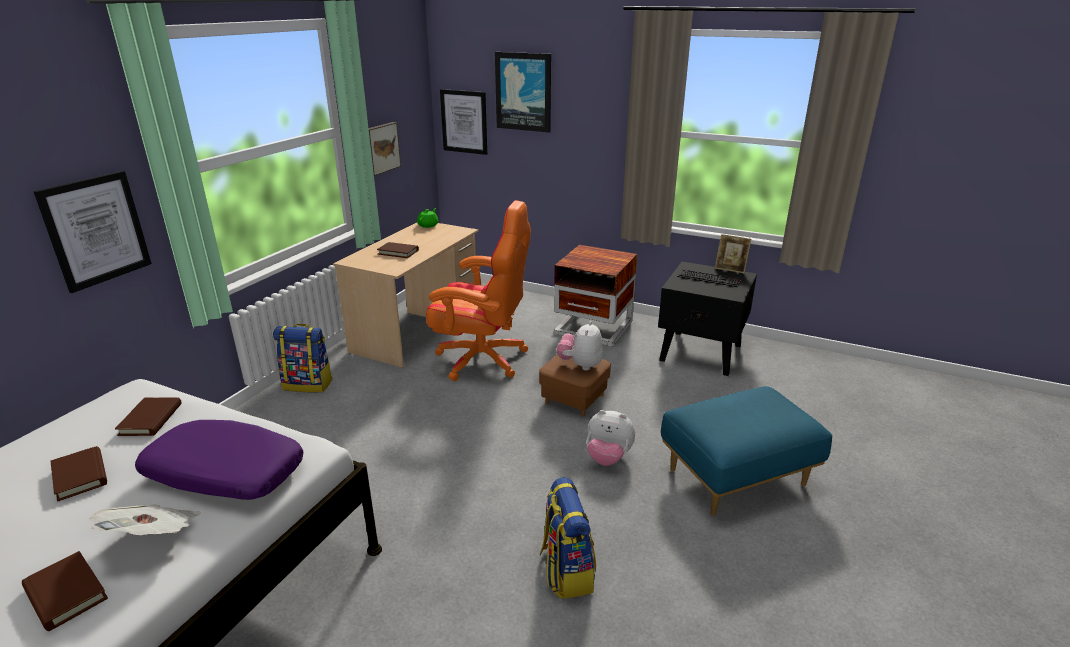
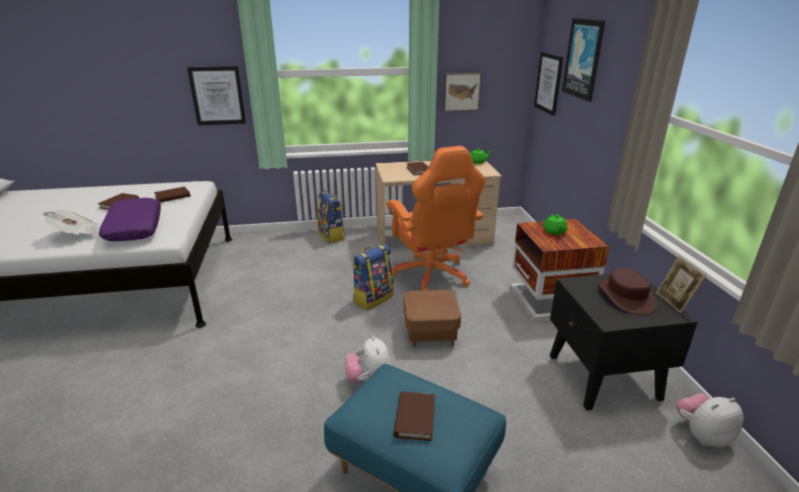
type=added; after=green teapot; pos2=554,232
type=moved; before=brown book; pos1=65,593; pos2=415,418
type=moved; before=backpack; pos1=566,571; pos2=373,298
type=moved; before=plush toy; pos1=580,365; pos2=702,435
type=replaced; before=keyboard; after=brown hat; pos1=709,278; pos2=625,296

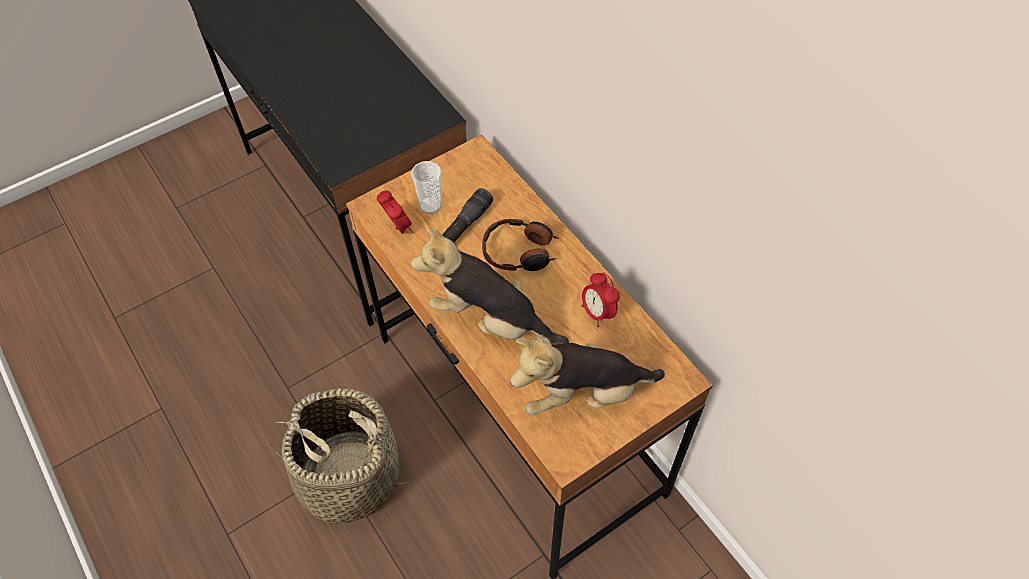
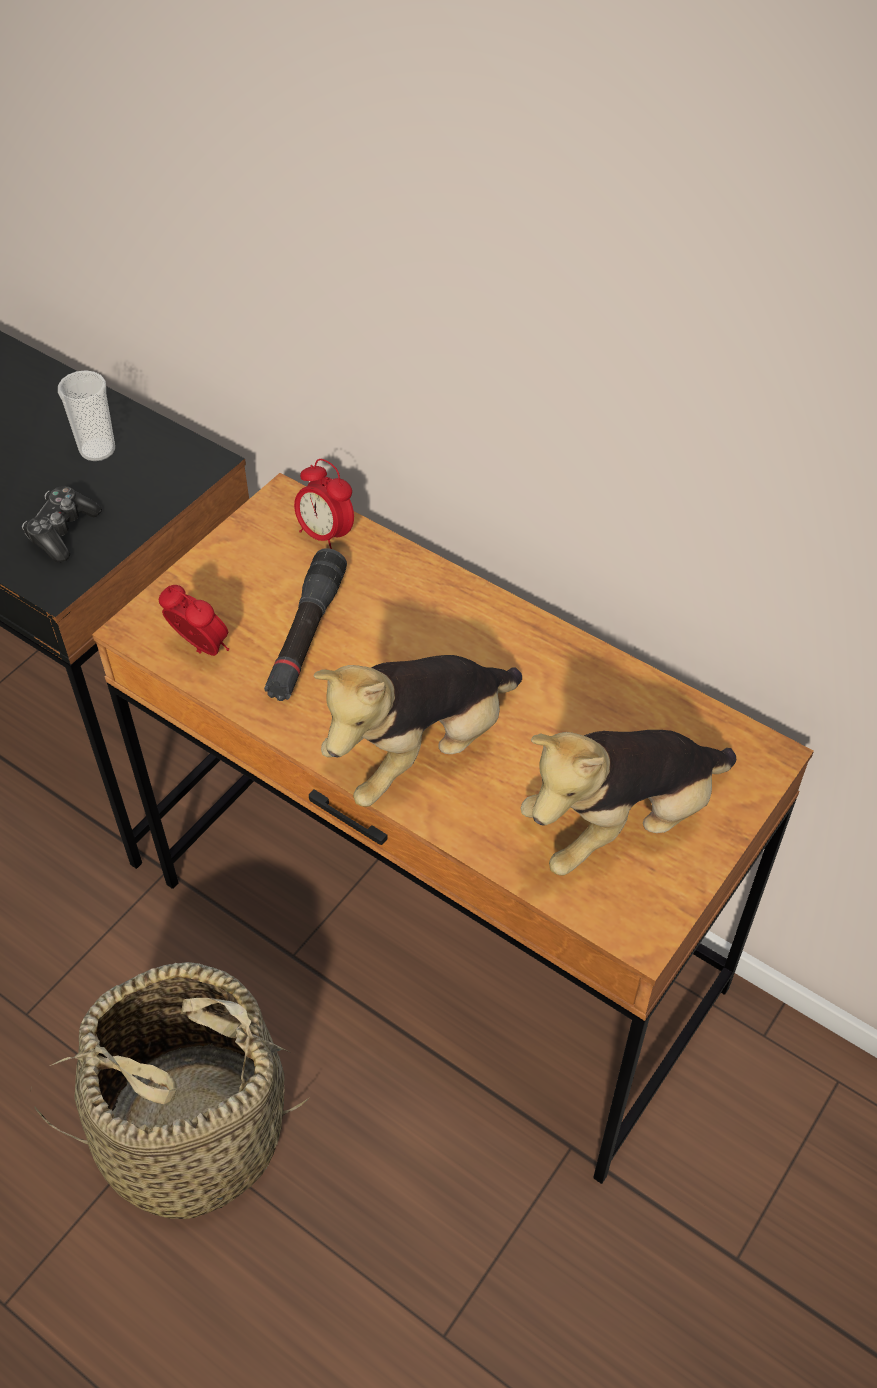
type=removed; before=headphones; pos1=520,252
type=added; after=game controller; pos2=62,532
type=moved; before=cup; pos1=430,205; pos2=97,450
type=moved; before=alarm clock; pos1=597,312; pos2=325,535
type=turned; before=plush toy; pos1=490,319; pos2=420,751; turn=-45

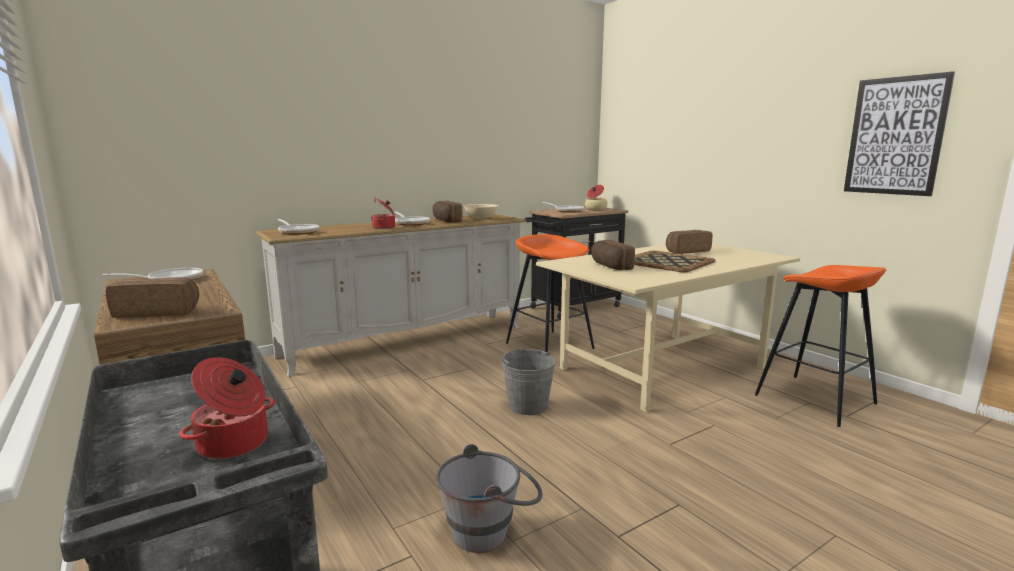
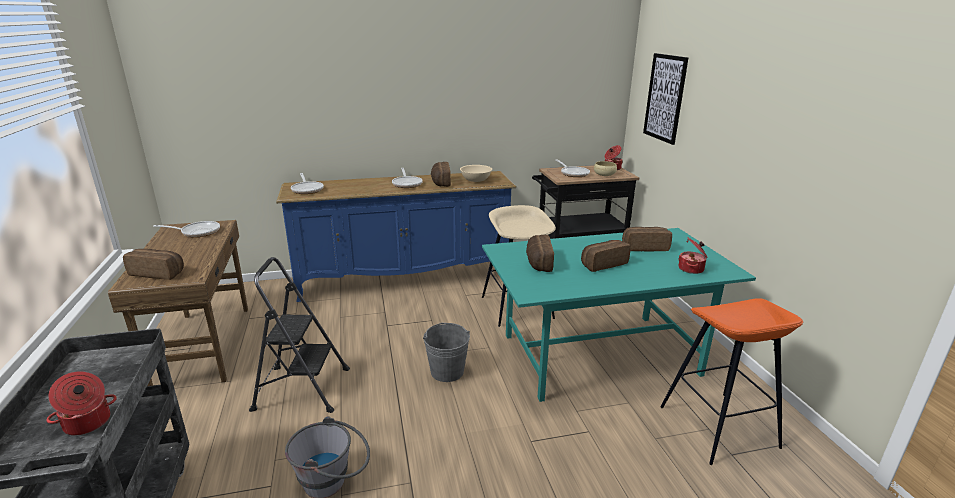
type=added; after=black step ladder; pos2=299,388
type=moved; before=cooking pot; pos1=384,227; pos2=691,269
type=moved; before=picture; pos1=895,136; pos2=665,98
type=replaced; before=tray; after=bread; pos1=668,262; pos2=602,264
type=recoloured; before=grey cabinet; after=blue cabinet; pos1=407,341; pos2=404,280
type=recoloured; before=orange stool; after=beige stool; pos1=549,345; pos2=517,307
type=recoloured; before=beige dining table; after=turquoise dining table; pos1=662,368; pos2=598,355

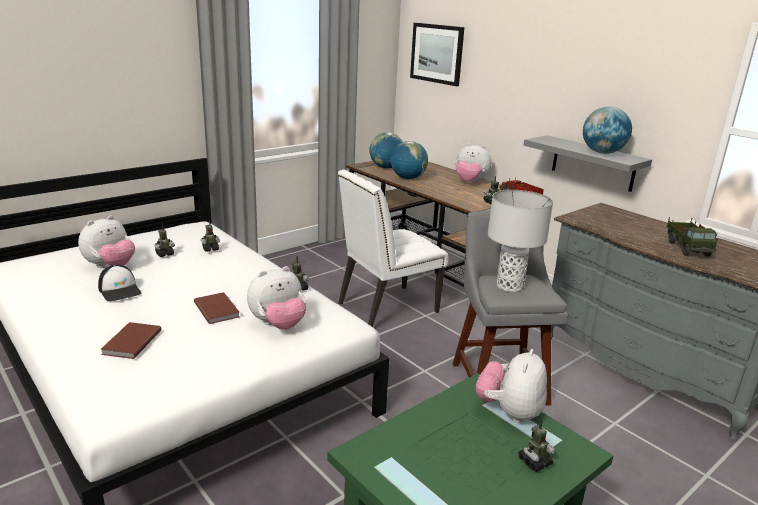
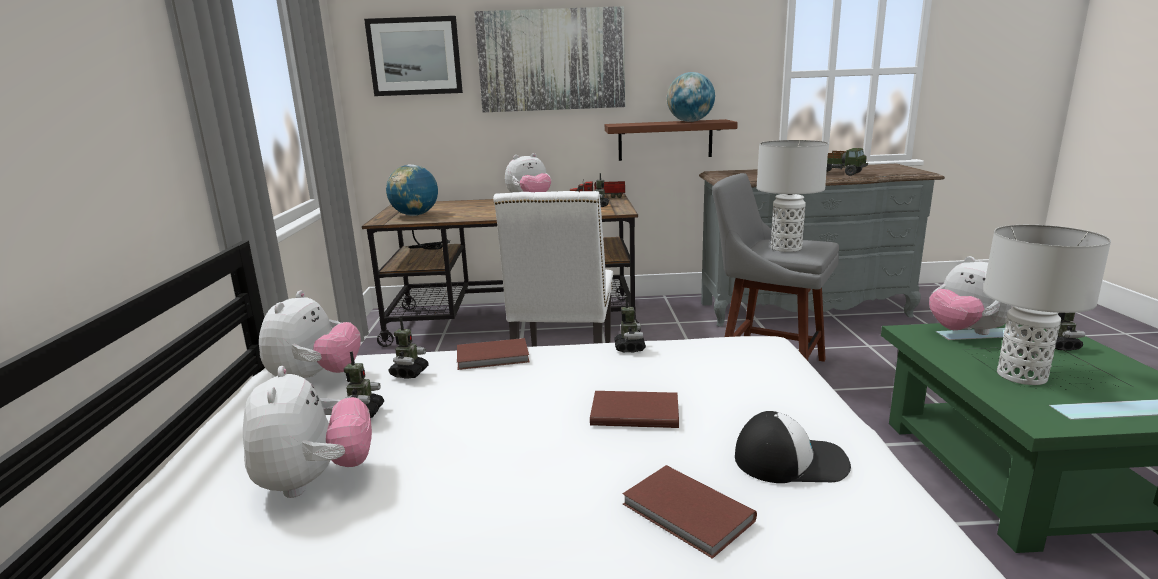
type=removed; before=globe; pos1=408,178
type=added; after=brown book; pos2=493,357
type=added; after=picture; pos2=551,60
type=added; after=white table lamp; pos2=1021,376
type=moved; before=cap; pos1=120,290; pos2=790,460
type=moved; before=plush toy; pos1=278,325; pos2=316,379
type=recoloured; before=grey shelf; after=brown shelf; pos1=593,163; pos2=665,140

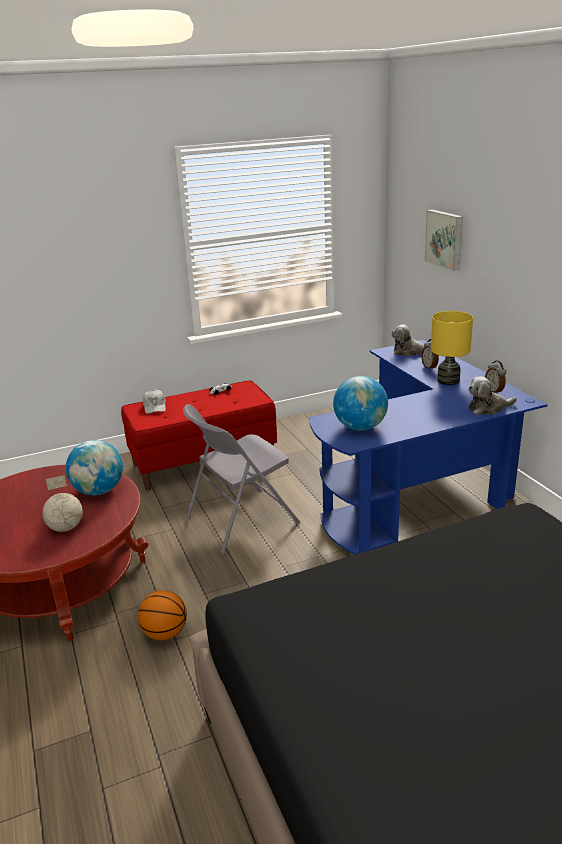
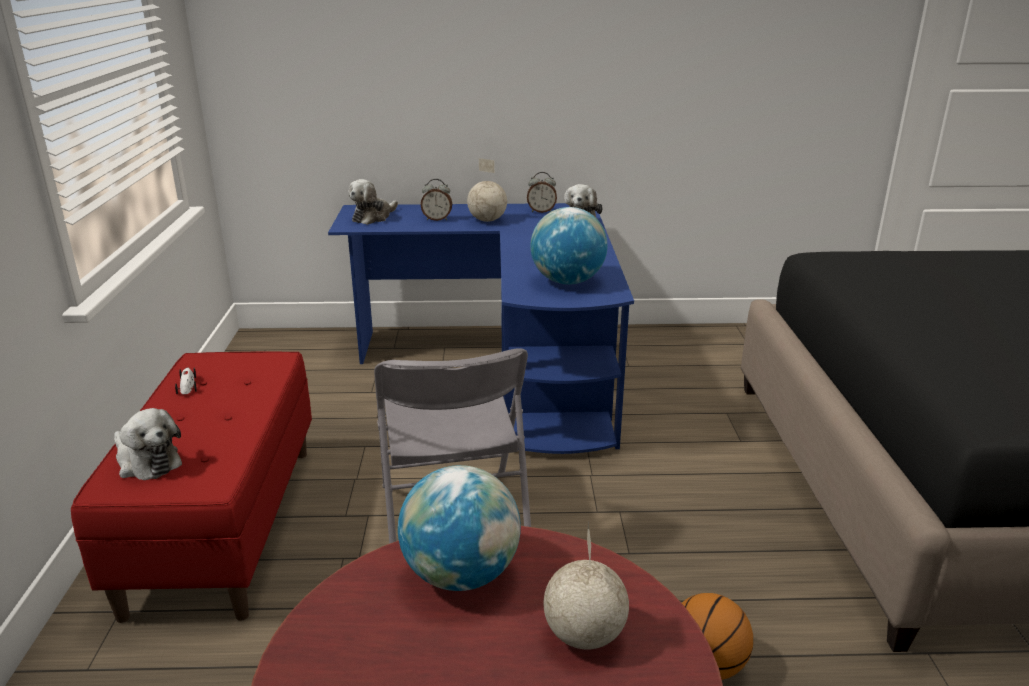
type=removed; before=picture; pos1=445,239
type=replaced; before=white cap; after=plush toy; pos1=155,407; pos2=147,462
type=replaced; before=yellow table lamp; after=globe; pos1=448,380; pos2=487,220

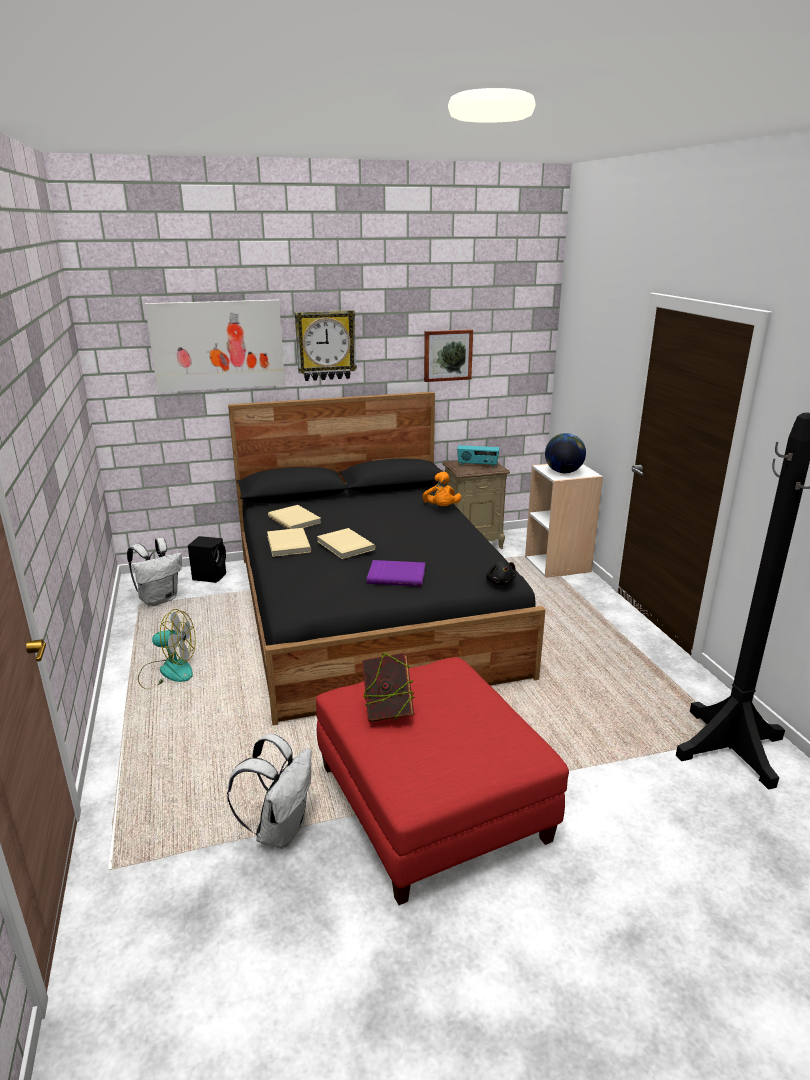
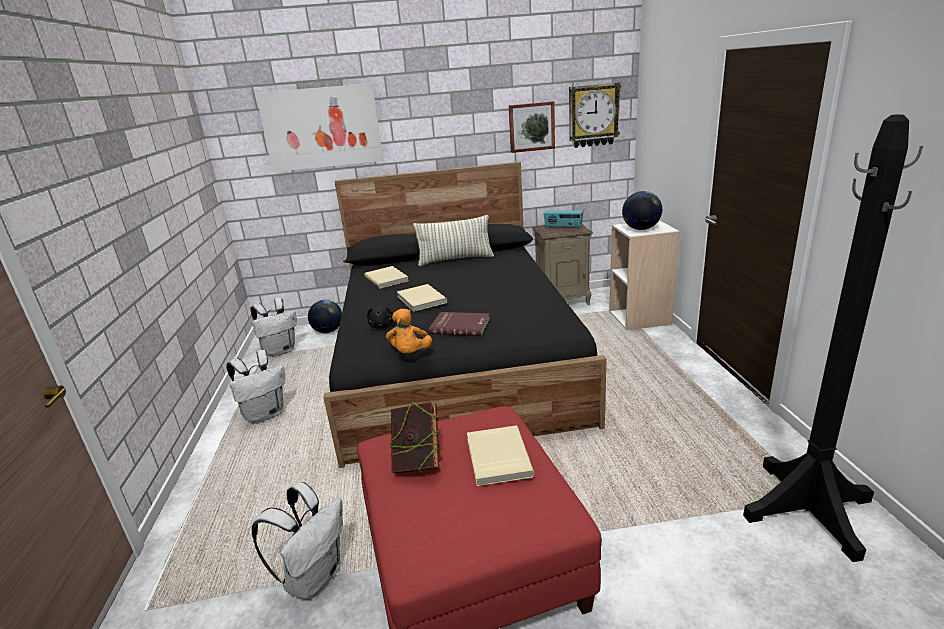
type=added; after=pillow; pos2=455,260
type=moved; before=beige book; pos1=287,544; pos2=497,457
type=moved; before=wall clock; pos1=325,345; pos2=593,115
type=moved; before=orange plush toy; pos1=441,508; pos2=410,353
type=moved; before=black plush toy; pos1=500,582; pos2=382,326
type=replaced; before=fan; after=white backpack; pos1=168,671; pos2=265,414
type=replaced; before=black speaker; after=globe; pos1=210,576; pos2=328,331
type=recoloured; before=purple book; after=red book; pos1=396,575; pos2=460,326

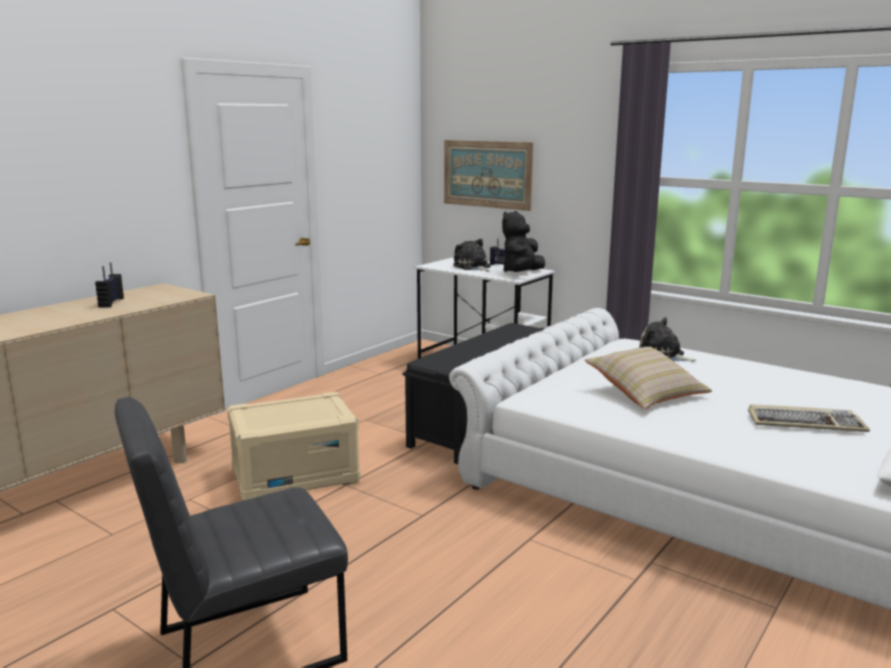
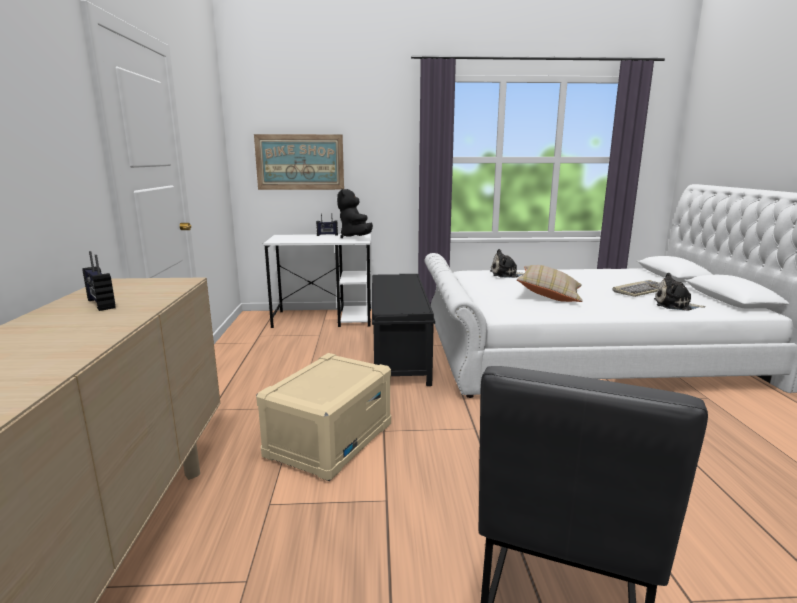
type=moved; before=plush toy; pos1=472,267; pos2=675,305

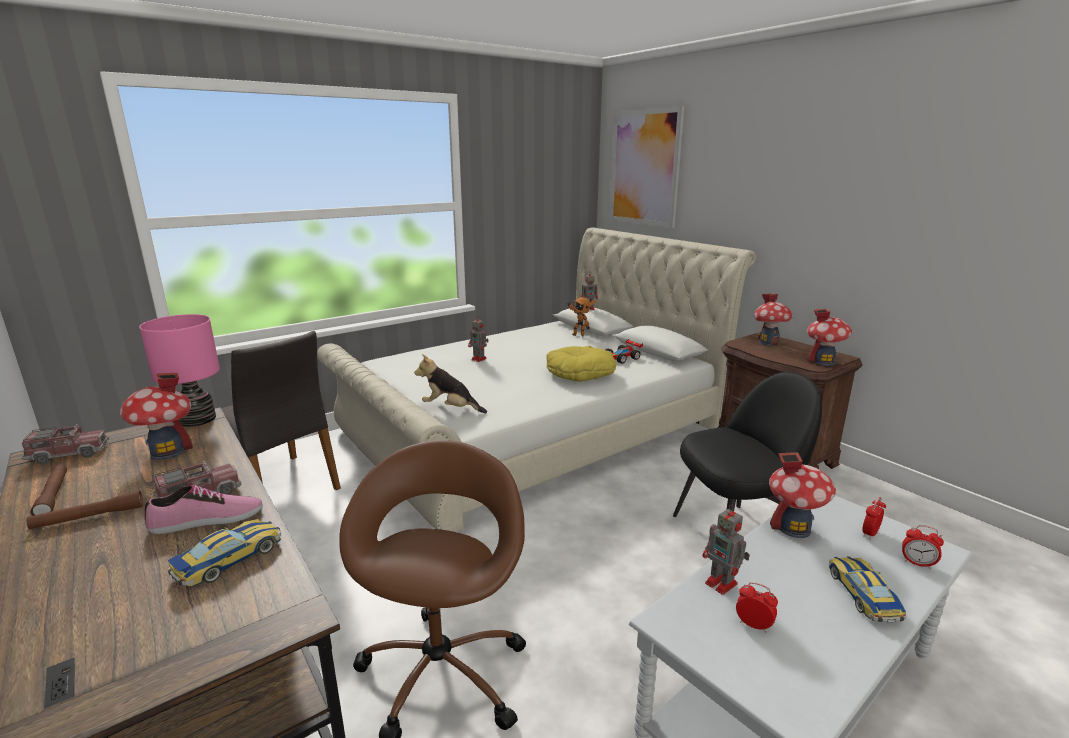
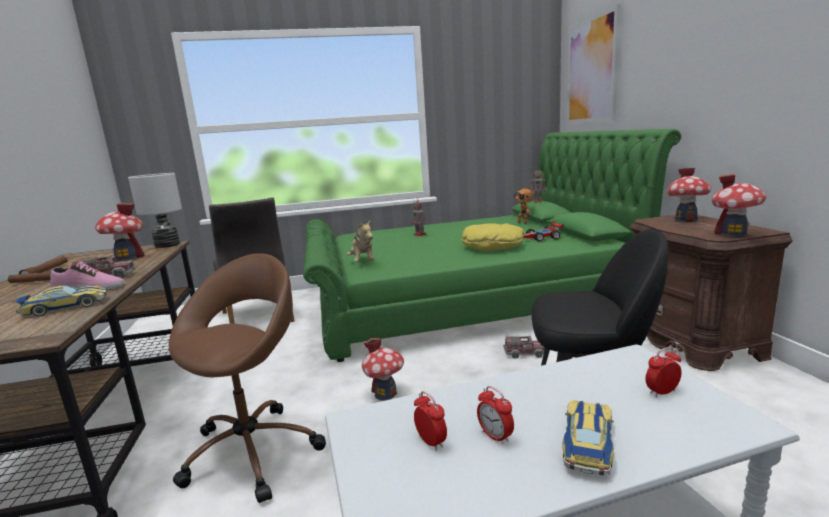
type=removed; before=toy robot; pos1=722,584
type=moved; before=toy truck; pos1=69,454; pos2=524,353
type=moved; before=toy house; pos1=793,528; pos2=385,394
type=moved; before=alarm clock; pos1=917,563; pos2=495,436
type=recoloured; before=pink table lamp; after=grey table lamp; pos1=197,419; pos2=167,245
type=recoloured; before=beige bed; after=green bed; pos1=534,428; pos2=466,298
type=turned; before=plush toy; pos1=450,408; pos2=362,262; turn=-150

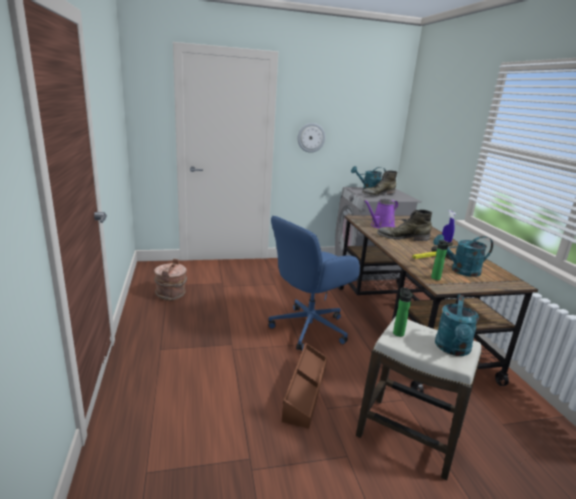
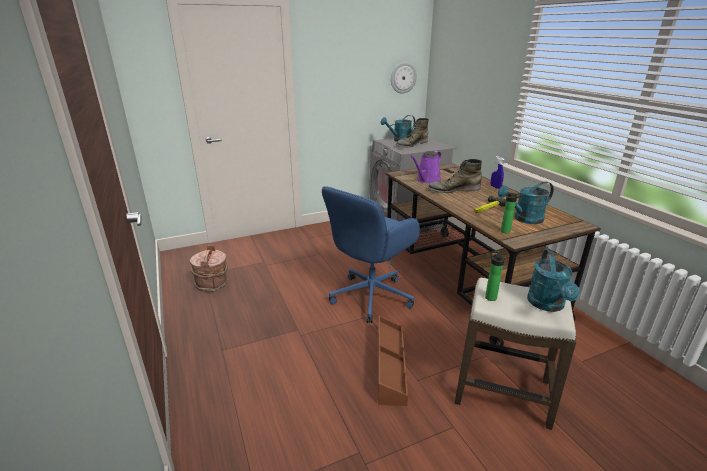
type=moved; before=wall clock; pos1=311,137; pos2=403,77

